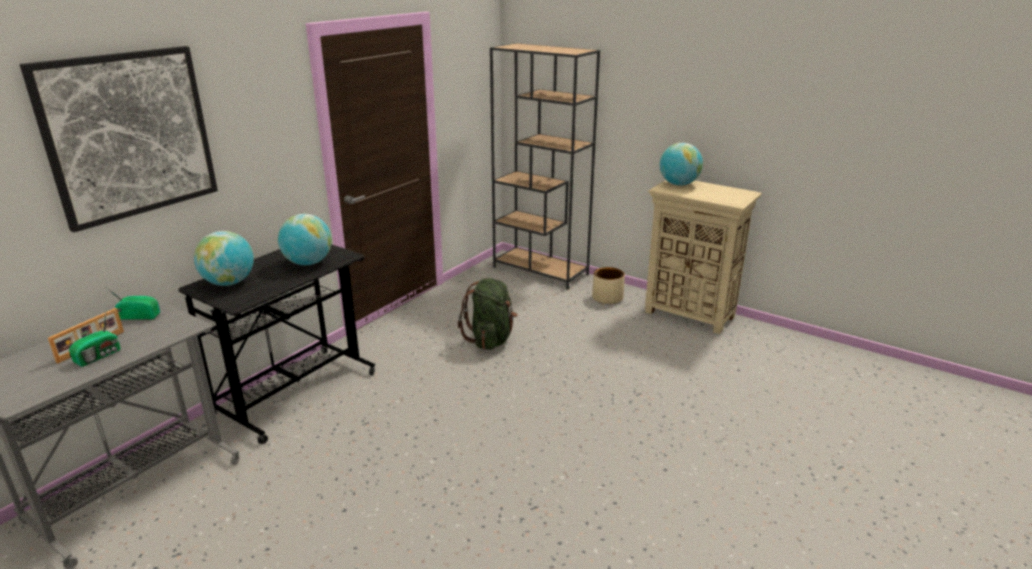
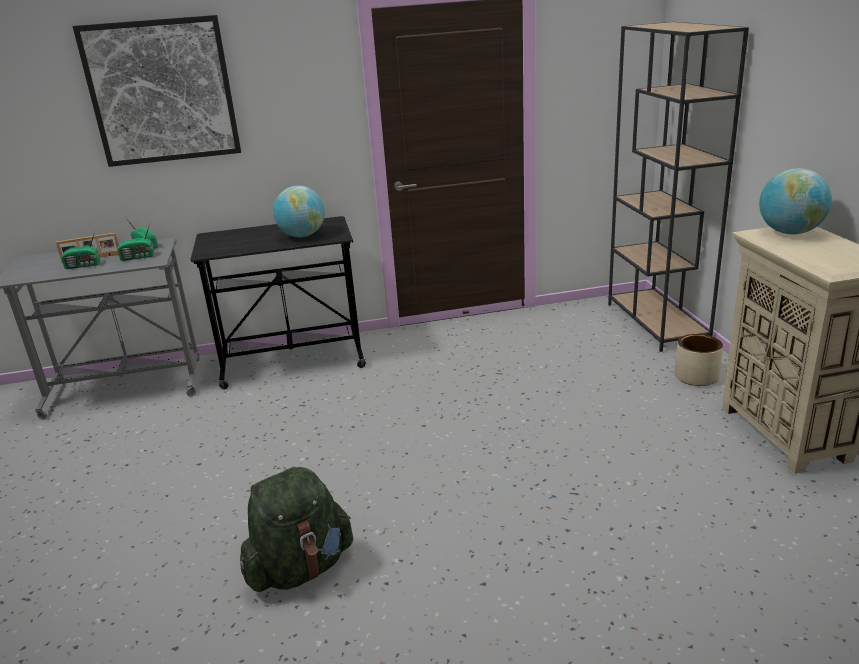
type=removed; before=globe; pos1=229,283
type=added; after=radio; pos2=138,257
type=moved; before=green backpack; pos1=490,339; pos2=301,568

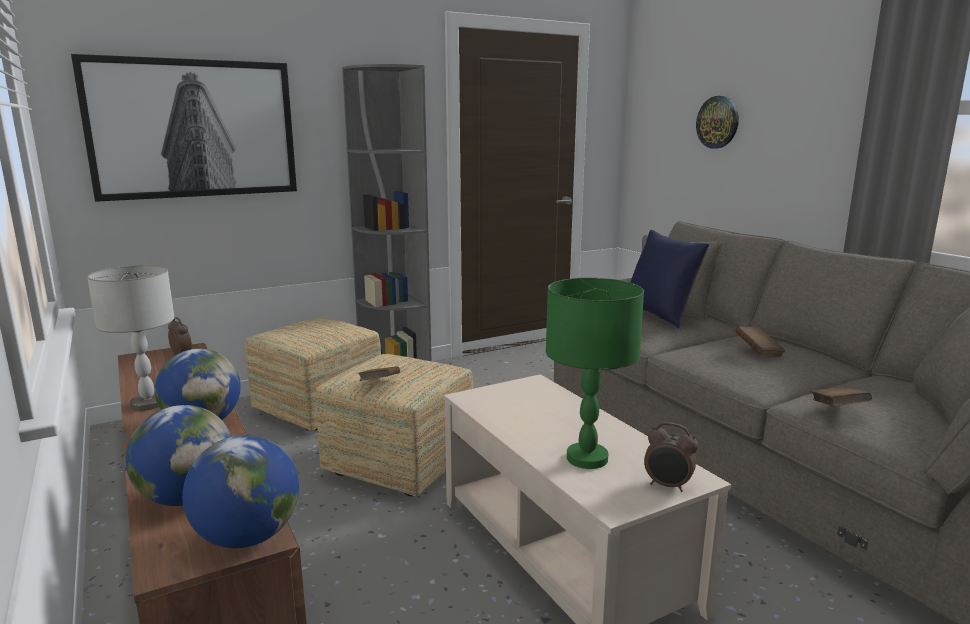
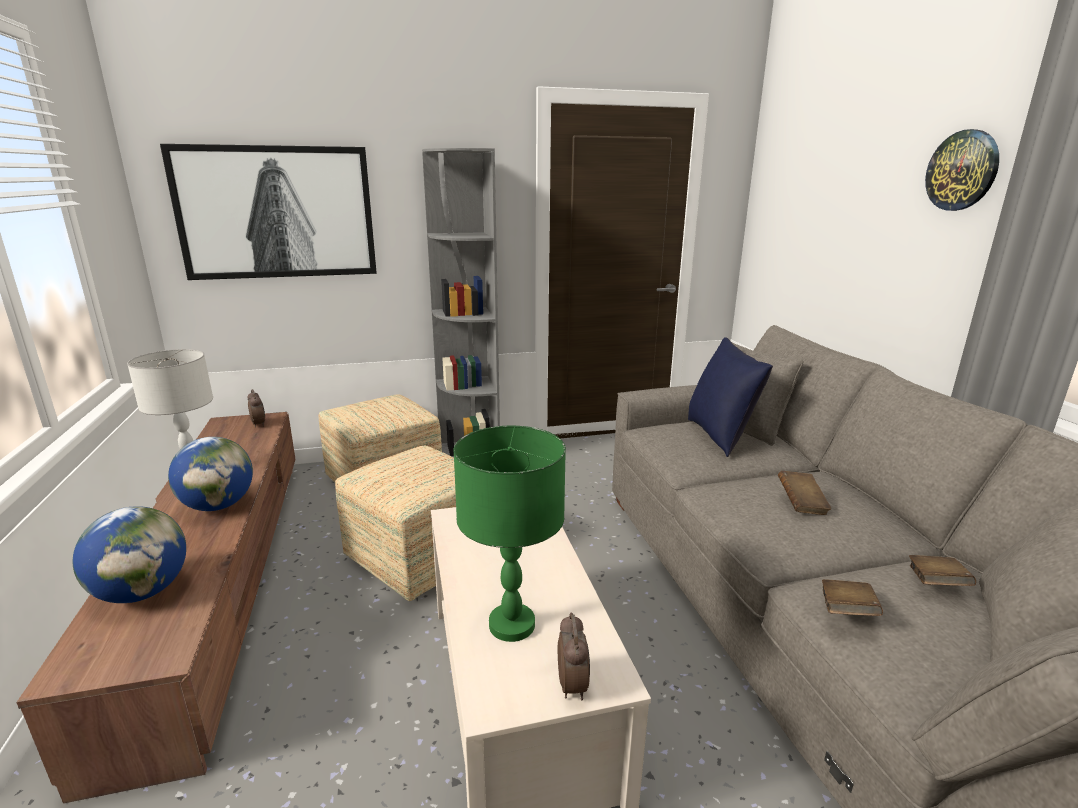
type=removed; before=globe; pos1=247,537
type=moved; before=brown book; pos1=380,384; pos2=935,584
type=moved; before=wall clock; pos1=718,122; pos2=962,170
type=turned; before=alarm clock; pos1=668,486; pos2=573,685; turn=-135

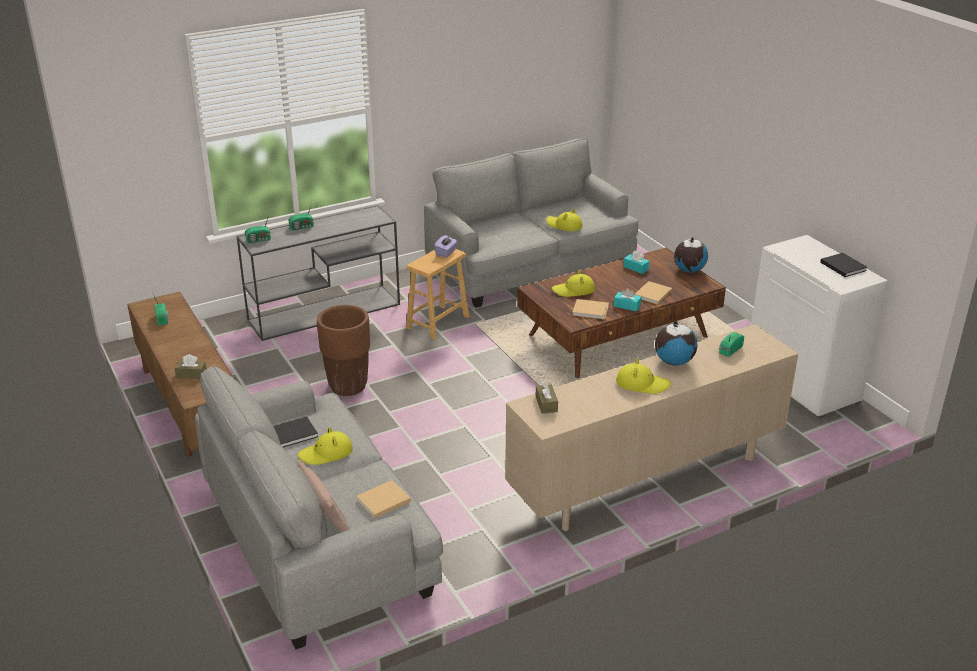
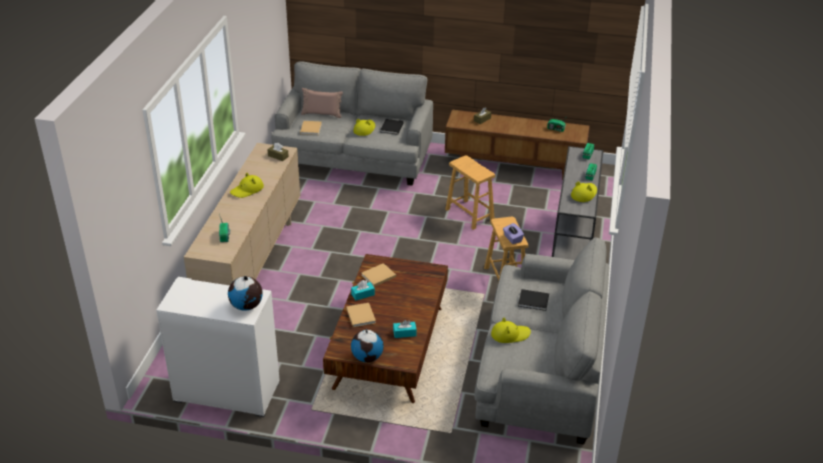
type=moved; before=yellow hat; pos1=574,290; pos2=584,194
type=moved; before=globe; pos1=674,361; pos2=247,306
type=moved; before=black book; pos1=842,266; pos2=534,301
type=replaced; before=brown planter; after=brown stool; pos1=348,386; pos2=469,214

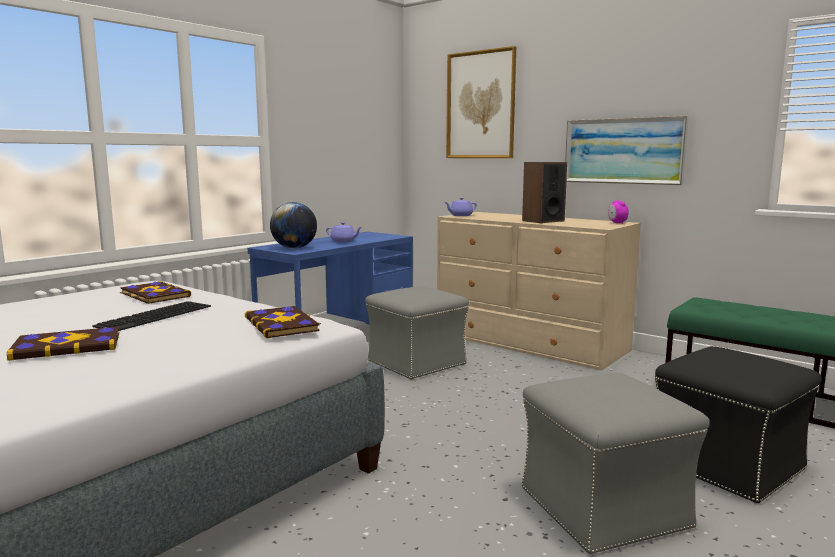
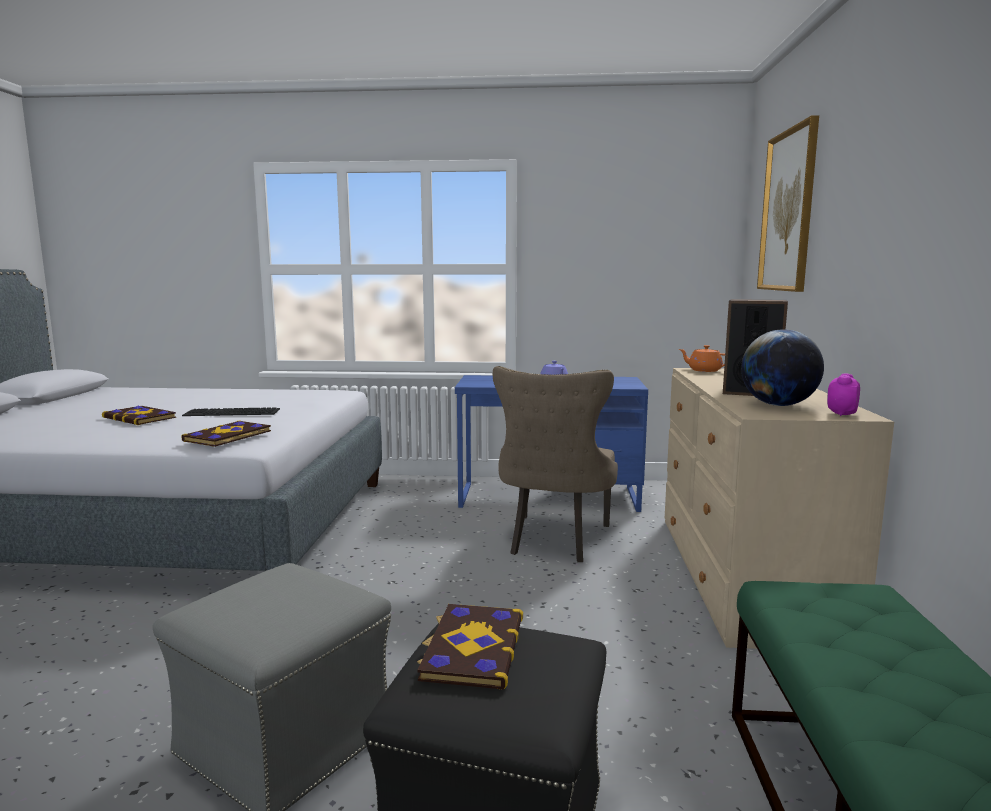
type=removed; before=picture; pos1=623,151
type=moved; before=book; pos1=154,295; pos2=471,648
type=moved; before=globe; pos1=294,248; pos2=778,405
type=replaced; before=grey ottoman; after=beige chair; pos1=416,363; pos2=555,540
type=recoloured; before=purple teapot; after=orange teapot; pos1=460,215; pos2=704,370

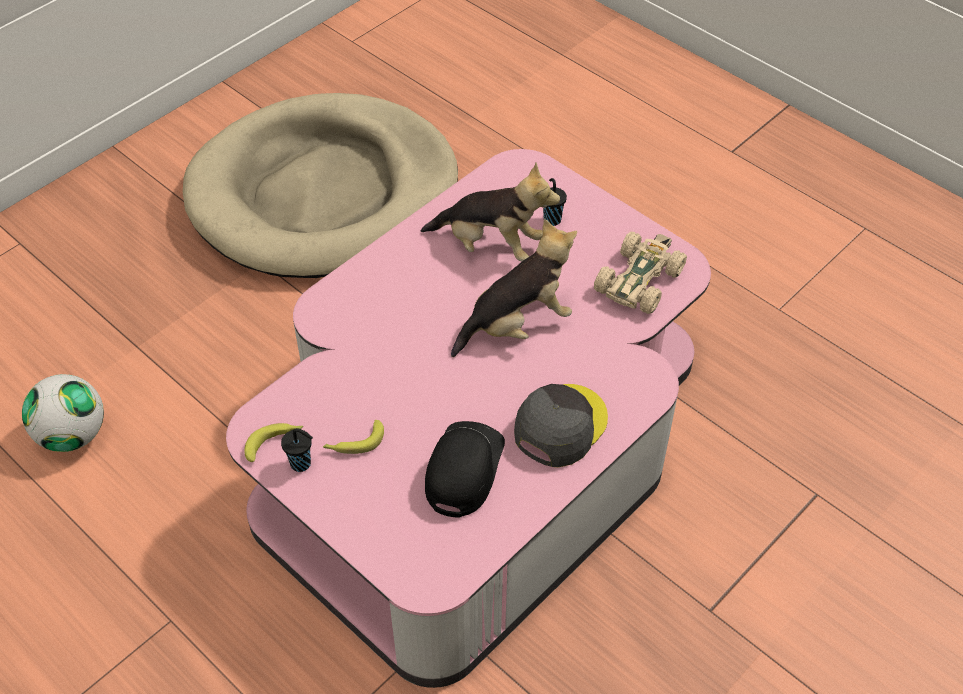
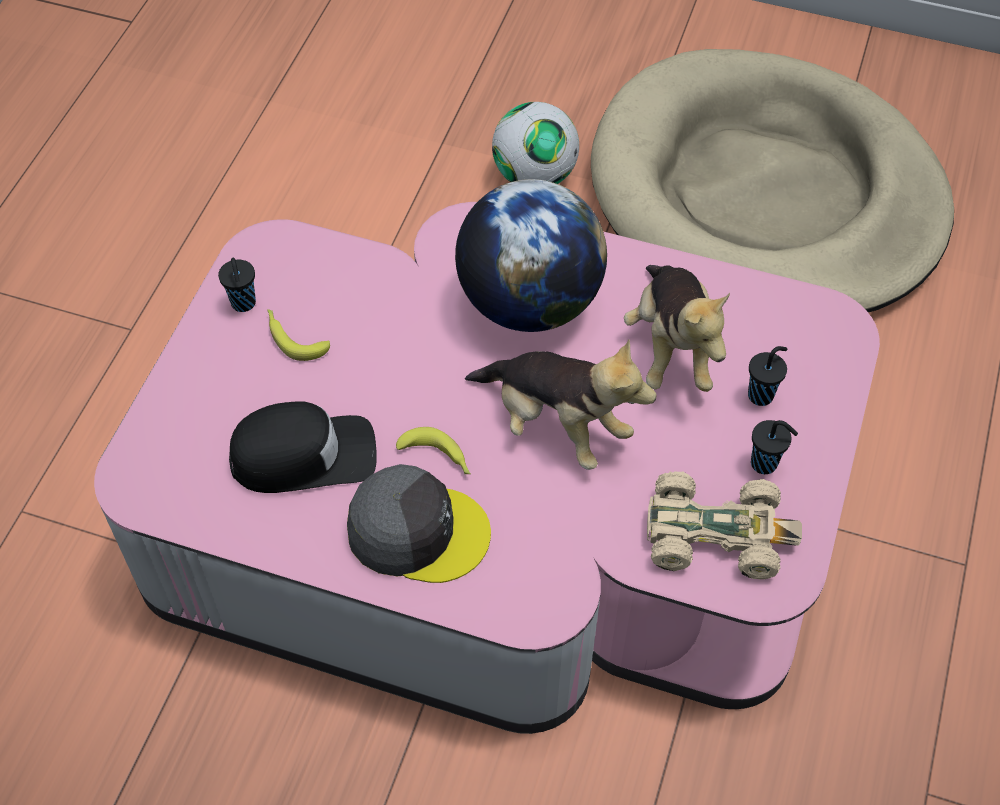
type=added; after=globe; pos2=529,303
type=added; after=black cup; pos2=765,464
type=moved; before=football; pos1=73,435; pos2=534,176
type=moved; before=banana; pos1=274,443; pos2=437,458

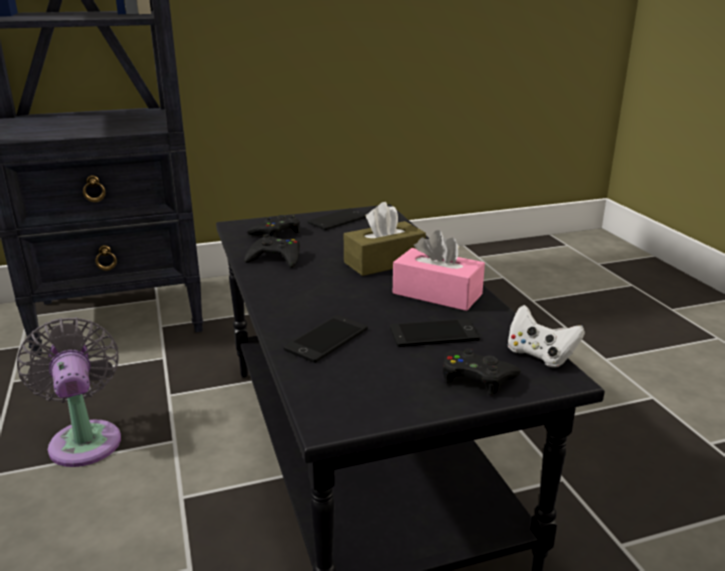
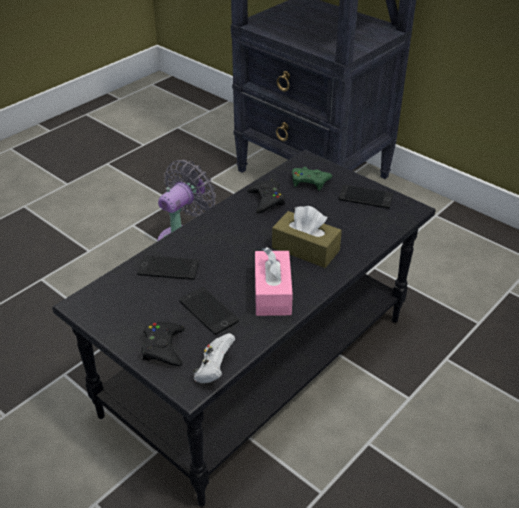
type=recoloured; before=black game controller; after=green game controller; pos1=276,233; pos2=310,181

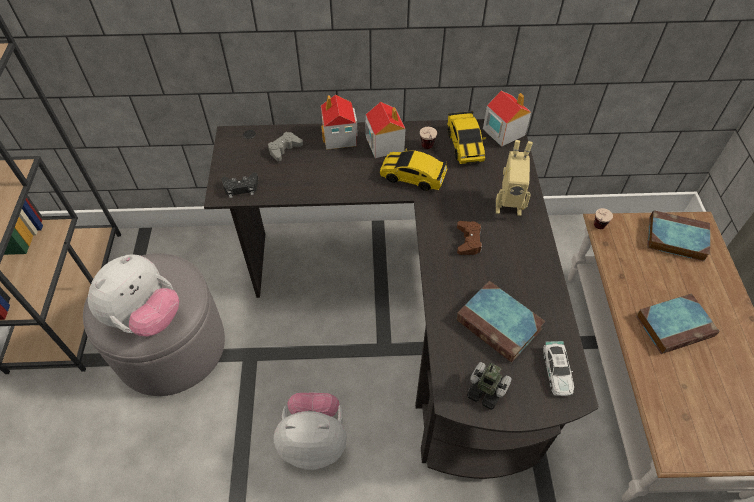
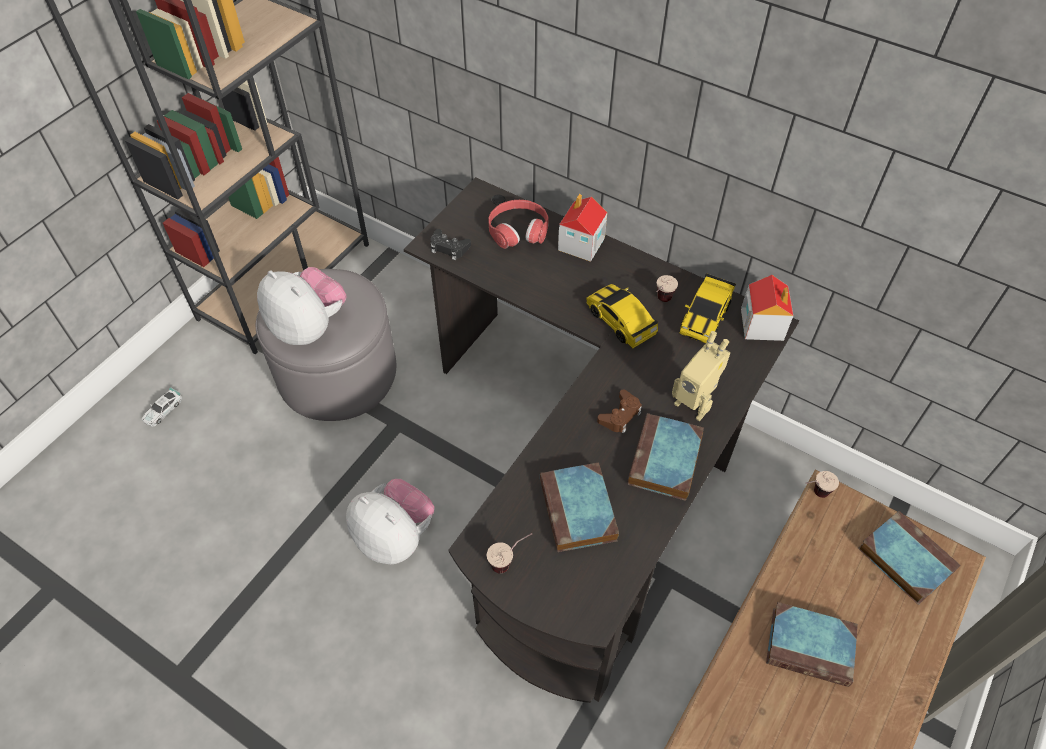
type=removed; before=toy house; pos1=384,144
type=added; after=book; pos2=665,462
type=moved; before=toy car; pos1=557,371; pos2=163,410
type=replaced; before=grey game controller; after=red headphones; pos1=284,149; pos2=518,230
type=replaced; before=toy robot; after=cup; pos1=485,391; pos2=510,561
type=turned; before=plush toy; pos1=146,316; pos2=309,327; turn=-120

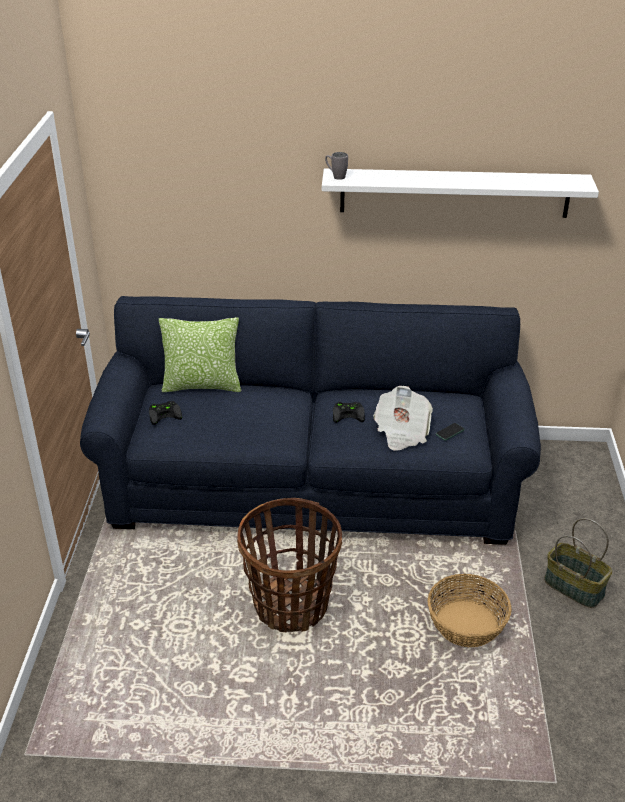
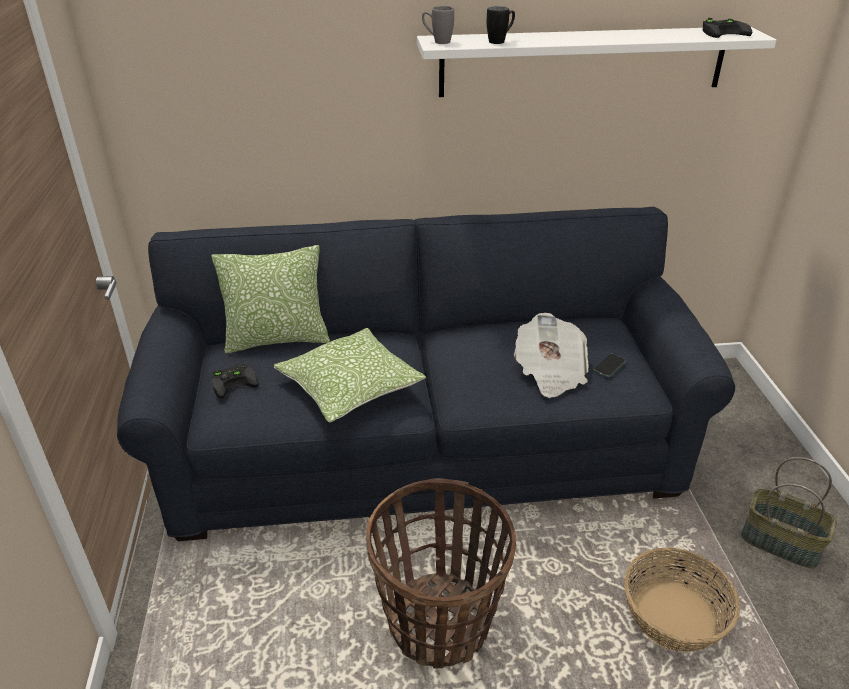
type=added; after=pillow; pos2=350,387
type=added; after=black mug; pos2=500,41
type=moved; before=black game controller; pos1=349,414; pos2=724,32

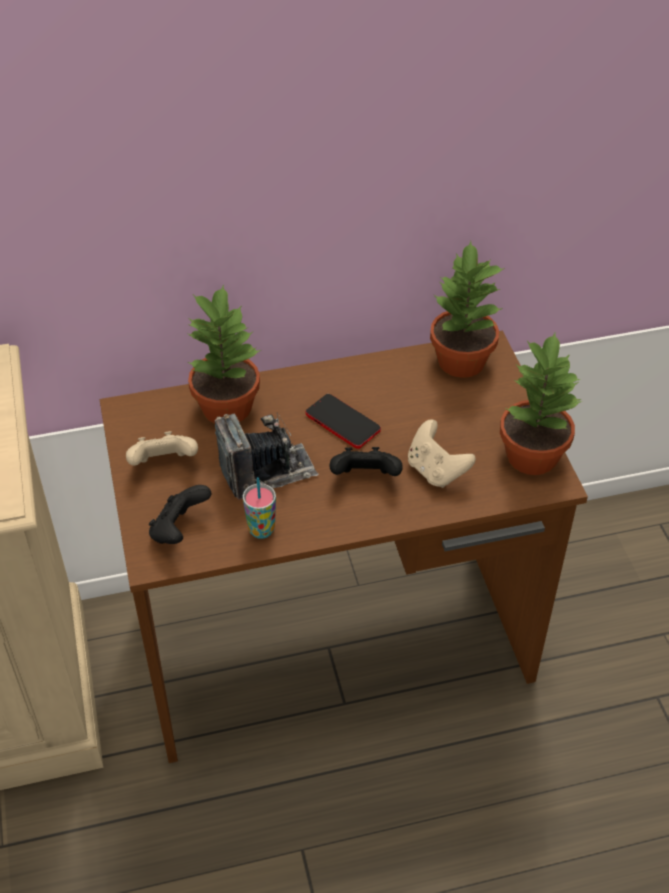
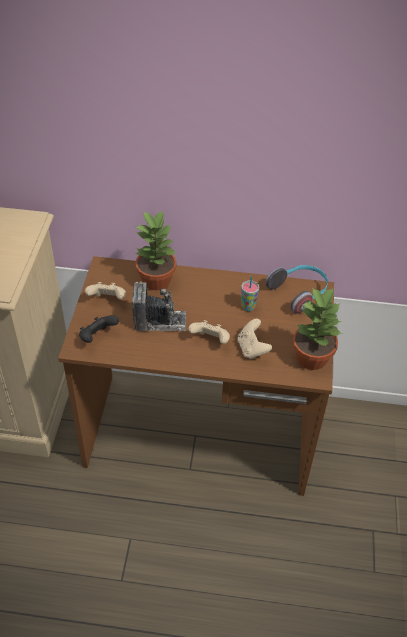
type=removed; before=phone; pos1=342,422
type=moved; before=cup; pos1=261,530; pos2=248,306
type=replaced; before=potted plant; after=headphones; pos1=460,362; pos2=299,293
type=recoloured; before=black game controller; after=beige game controller; pos1=365,478; pos2=210,340

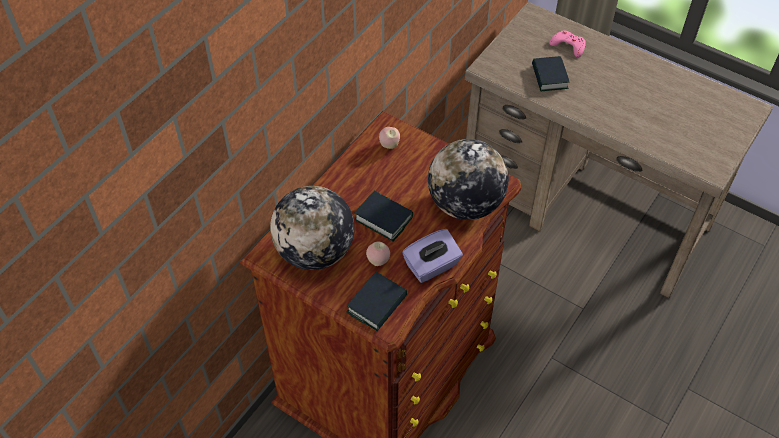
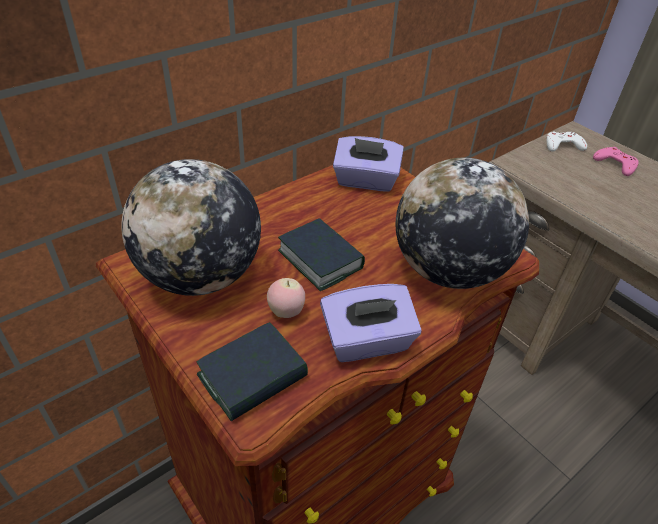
type=removed; before=book; pos1=549,77
type=added; after=white game controller; pos2=562,145
type=replaced; before=apple; after=purple tissue box; pos1=389,145; pos2=365,181

